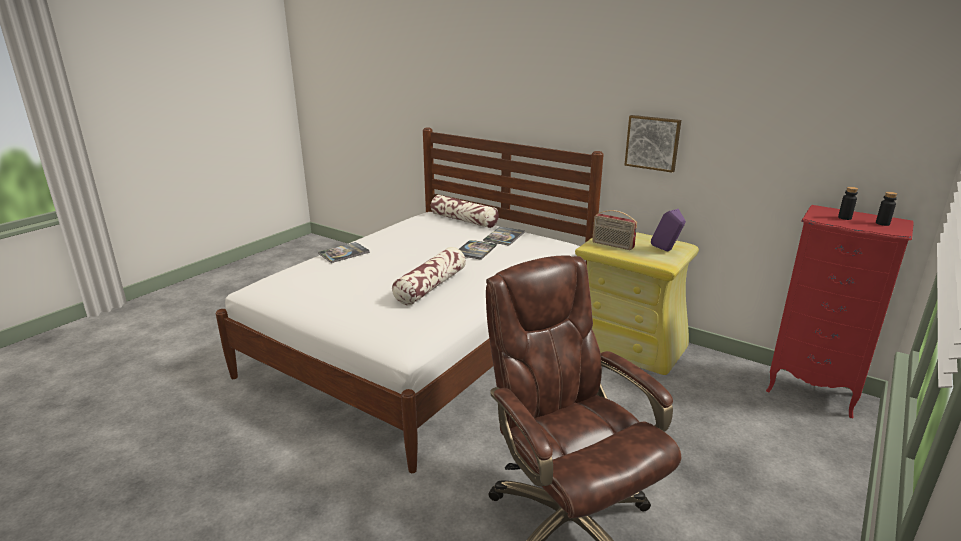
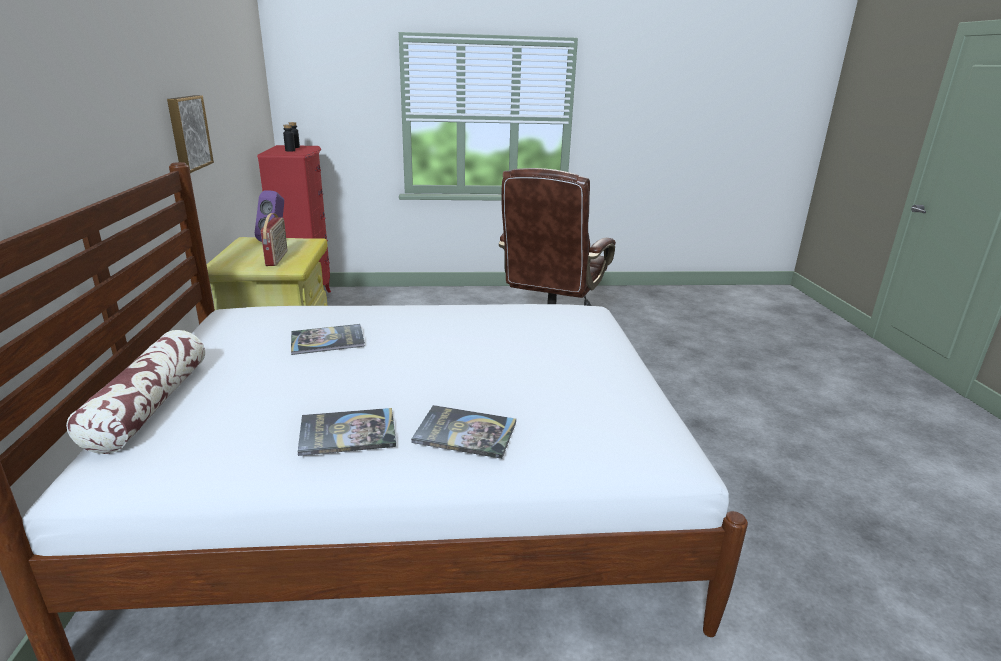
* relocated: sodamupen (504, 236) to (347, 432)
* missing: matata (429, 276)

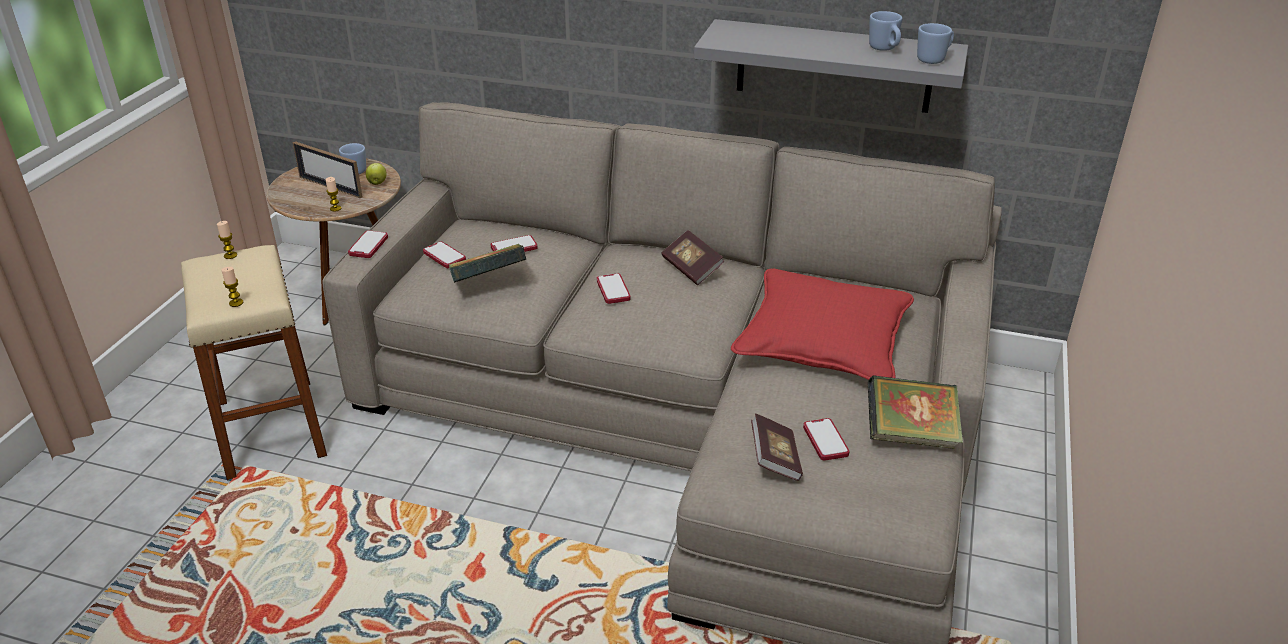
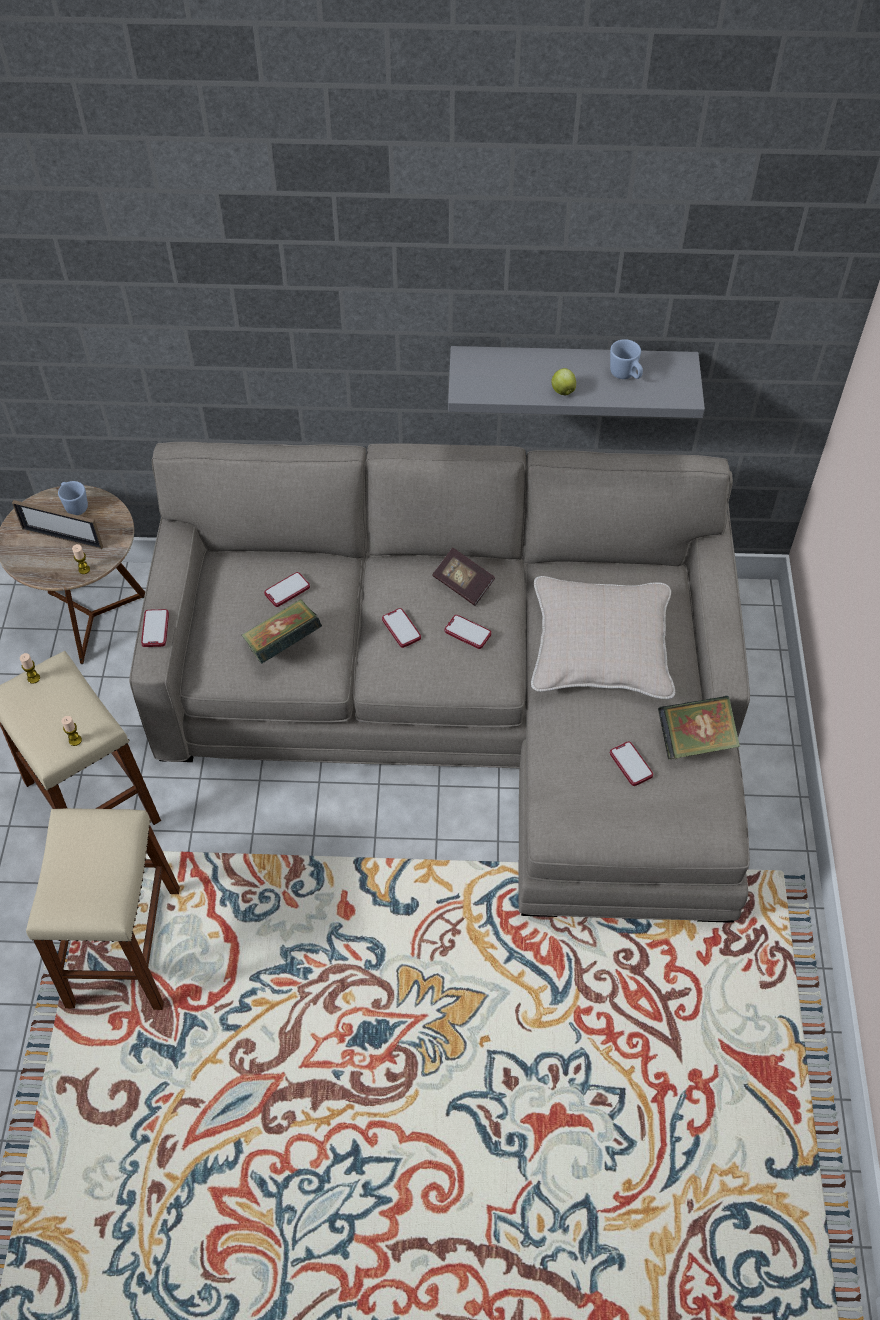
* appeared: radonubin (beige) (103, 909)
* relocated: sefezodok (444, 255) to (468, 632)
* colour: matata (red) (822, 324) to matata (beige) (603, 637)
* relocated: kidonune (376, 174) to (563, 381)
* missing: sodamupen (777, 447)
* missing: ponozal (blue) (935, 43)

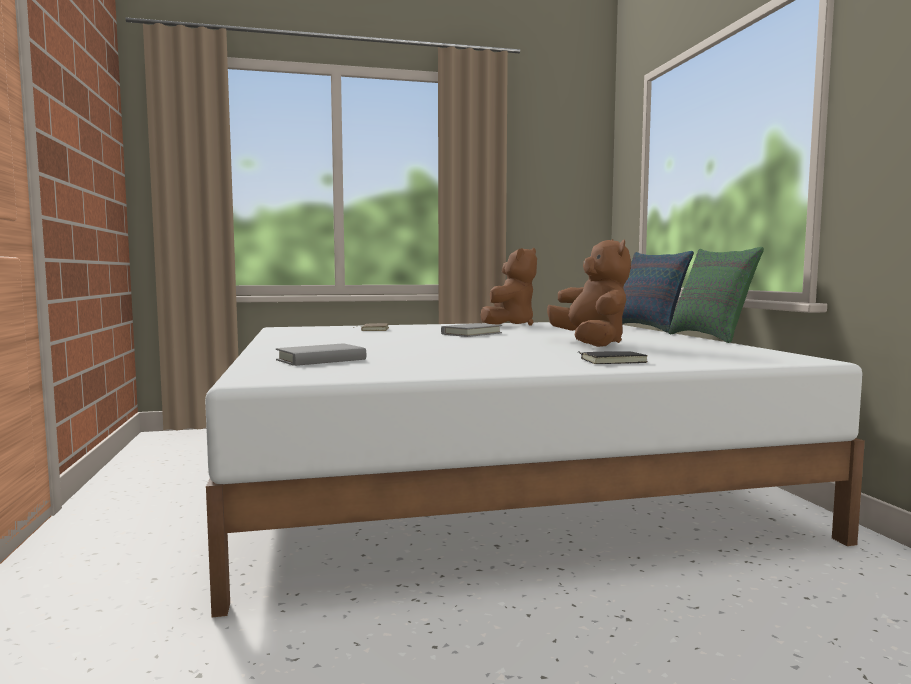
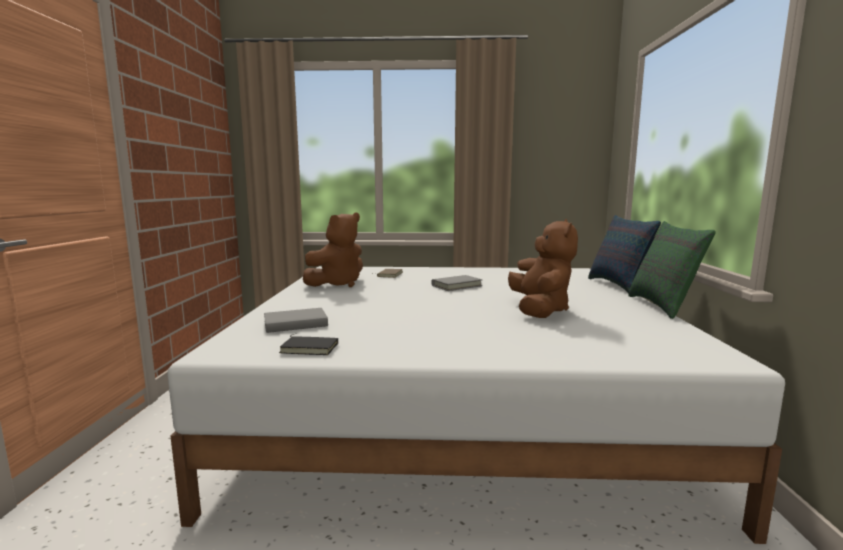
* relocated: sodamupen (black) (612, 357) to (308, 344)
* relocated: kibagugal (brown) (508, 287) to (333, 249)

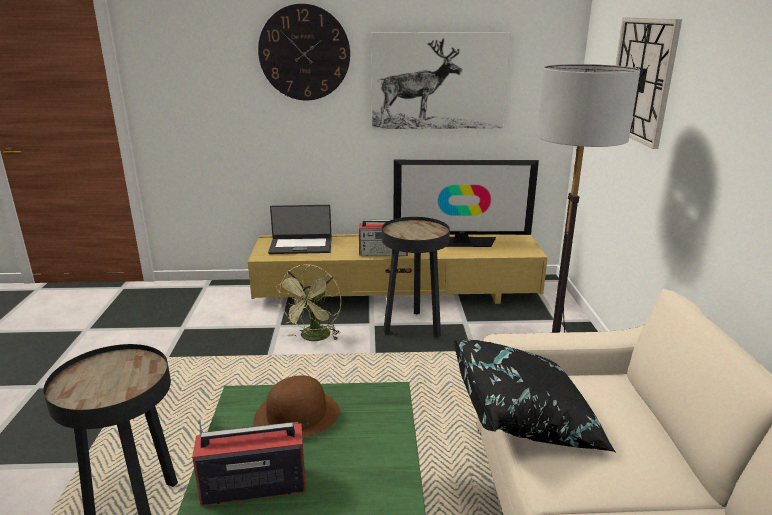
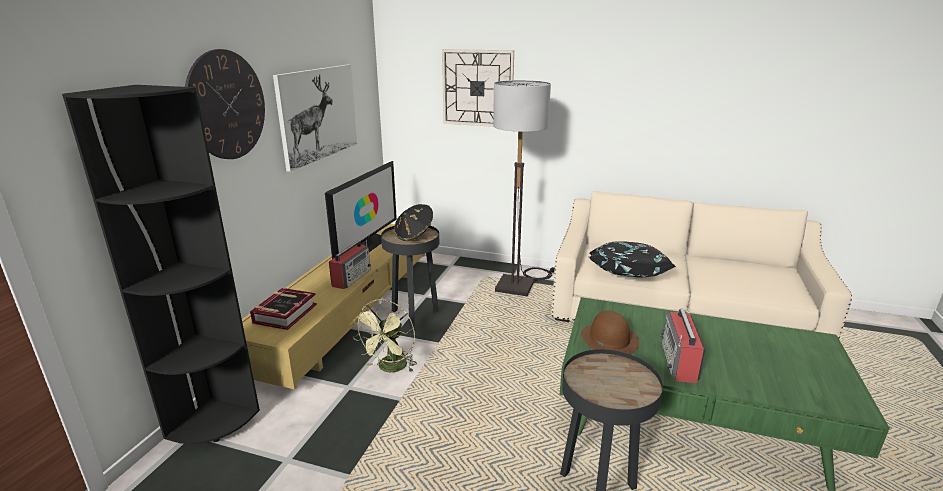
* appeared: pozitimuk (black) (161, 264)
* exchanged: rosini (300, 229) to sodamupen (283, 309)
* spun: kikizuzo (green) (308, 302) = (384, 336) 75 degrees clockwise
* appeared: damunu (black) (413, 222)

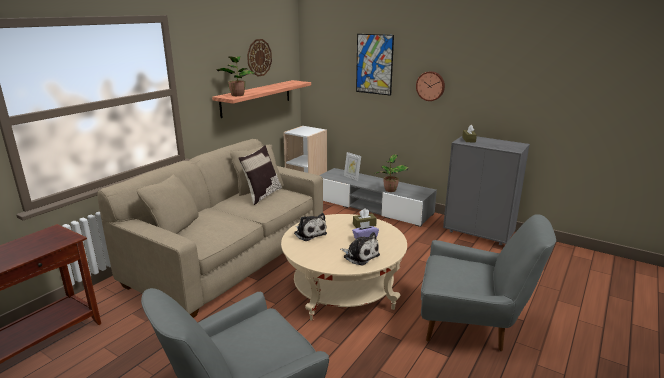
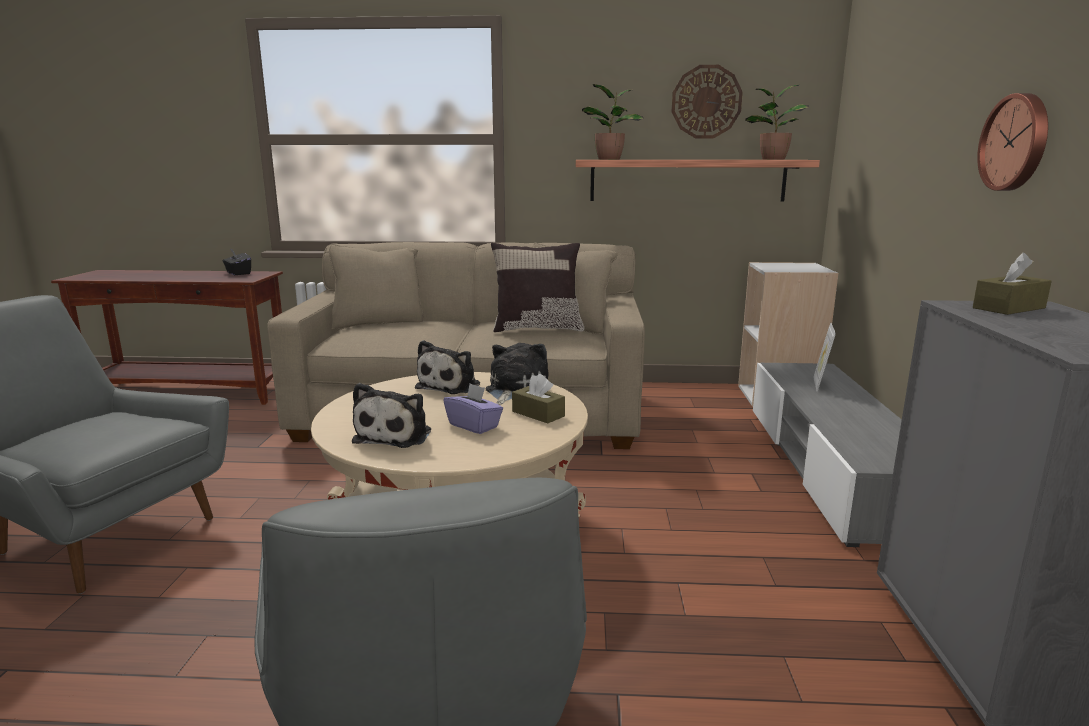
* appeared: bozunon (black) (237, 261)
* appeared: kibagugal (517, 374)
* relocated: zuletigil (391, 173) to (777, 122)
* missing: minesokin (375, 65)

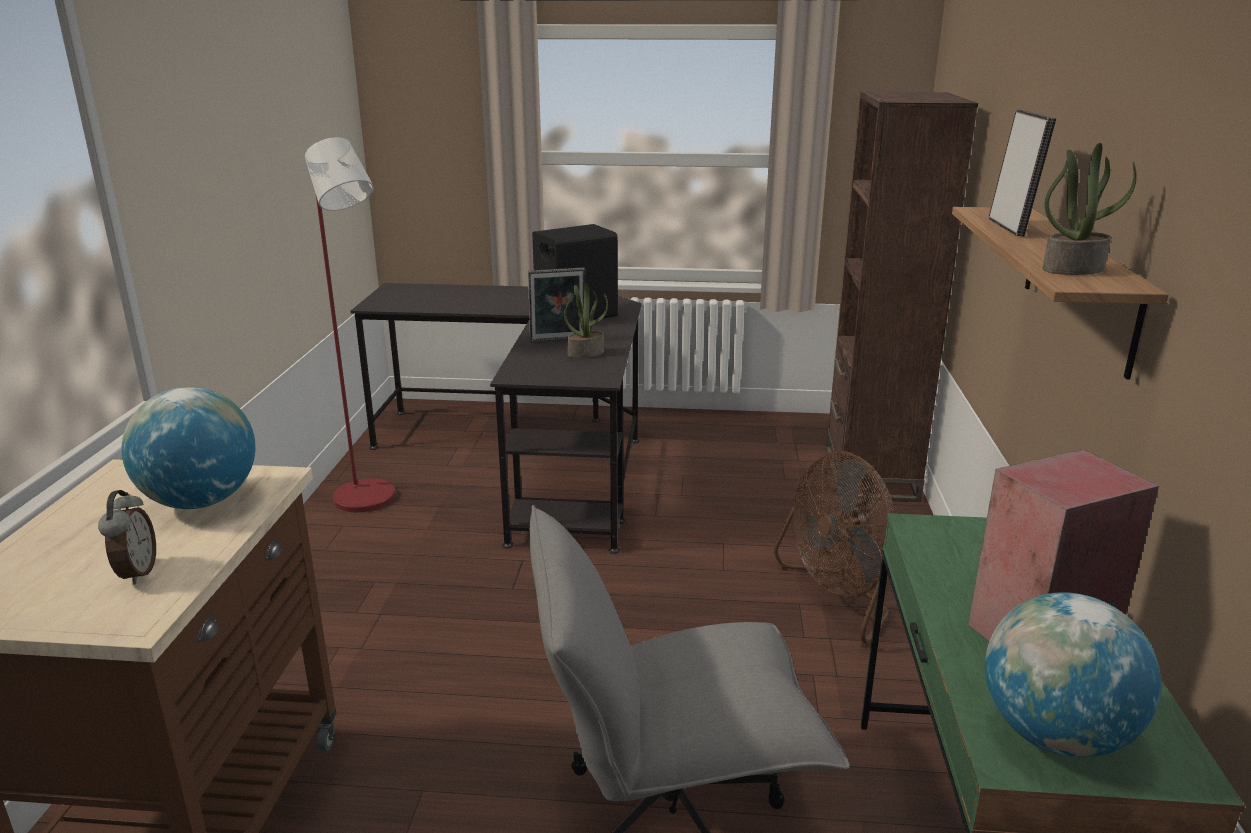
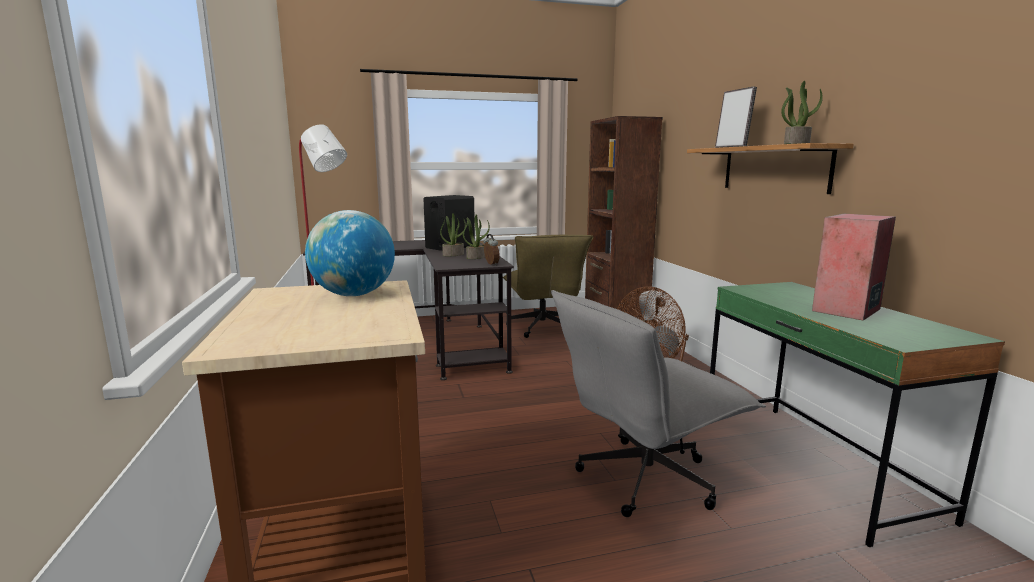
* exchanged: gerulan (556, 304) to zuletigil (453, 234)
* relocated: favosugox (127, 537) to (491, 249)
* appeared: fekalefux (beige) (548, 286)
* missing: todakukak (1073, 675)

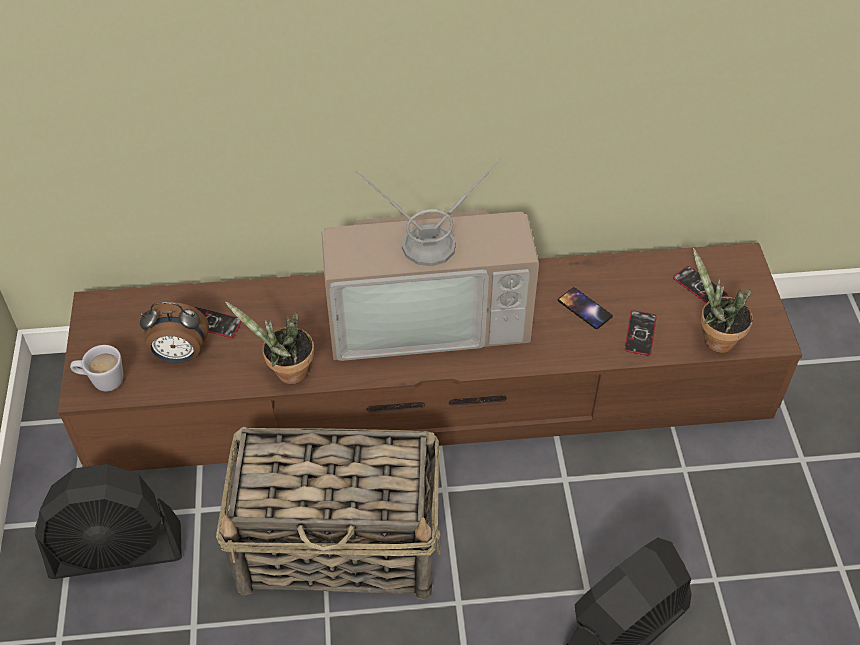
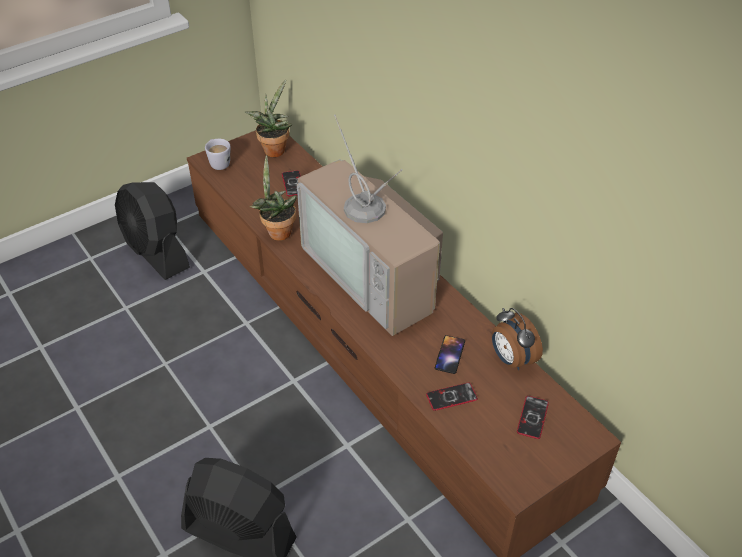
* relocated: zuletigil (723, 300) to (268, 118)
* relocated: favosugox (174, 332) to (517, 339)
* missing: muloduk (328, 513)

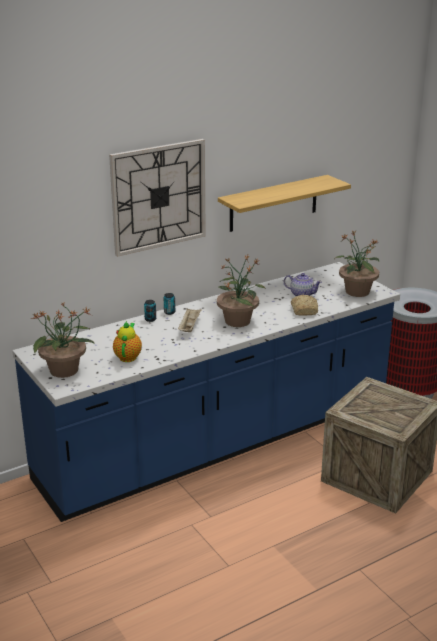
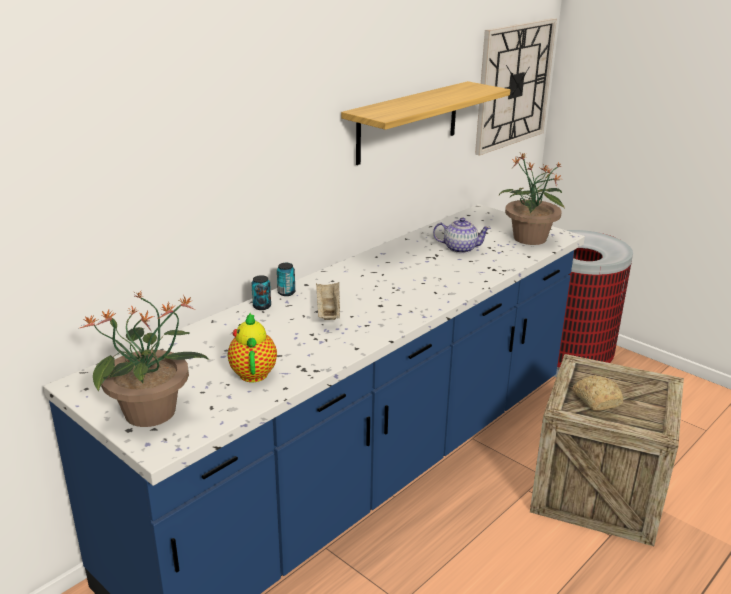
* relocated: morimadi (157, 198) to (516, 87)
* relocated: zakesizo (304, 305) to (598, 393)
* missing: zuletigil (241, 291)

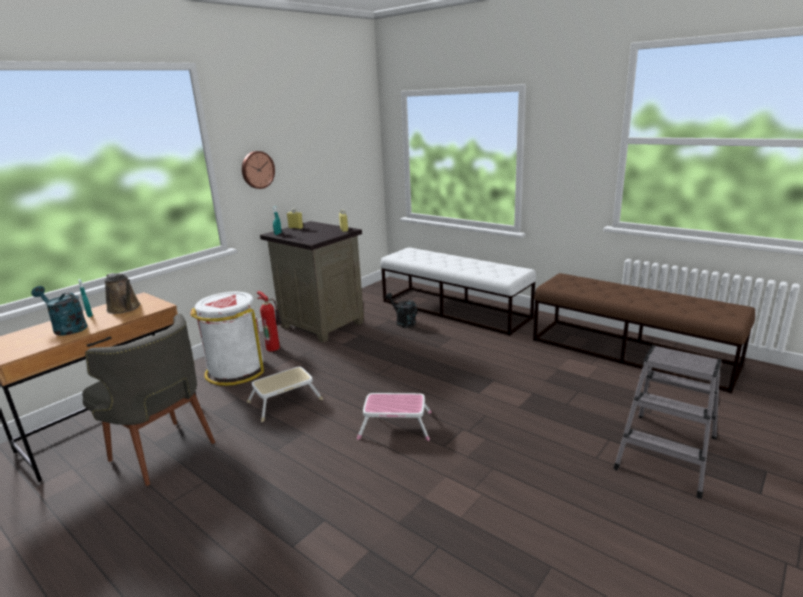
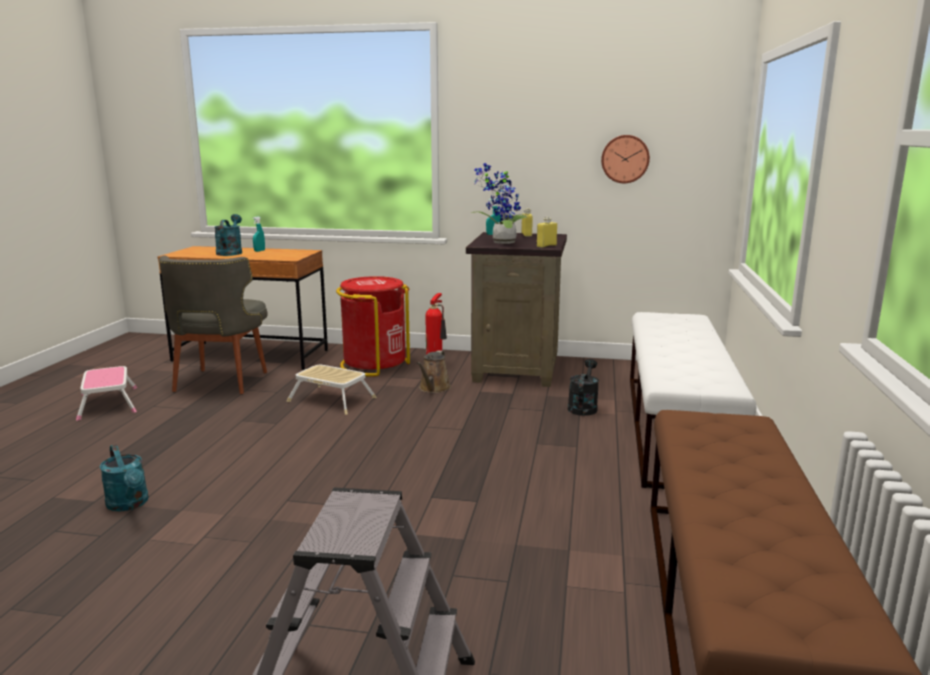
* relocated: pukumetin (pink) (394, 417) to (106, 393)
* appeared: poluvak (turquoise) (124, 478)
* colour: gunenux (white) (227, 339) to gunenux (red) (373, 326)
* relocated: poluvak (brown) (122, 293) to (434, 371)
* appeared: zuletigil (499, 203)
* relocated: morimadi (258, 170) to (625, 159)

